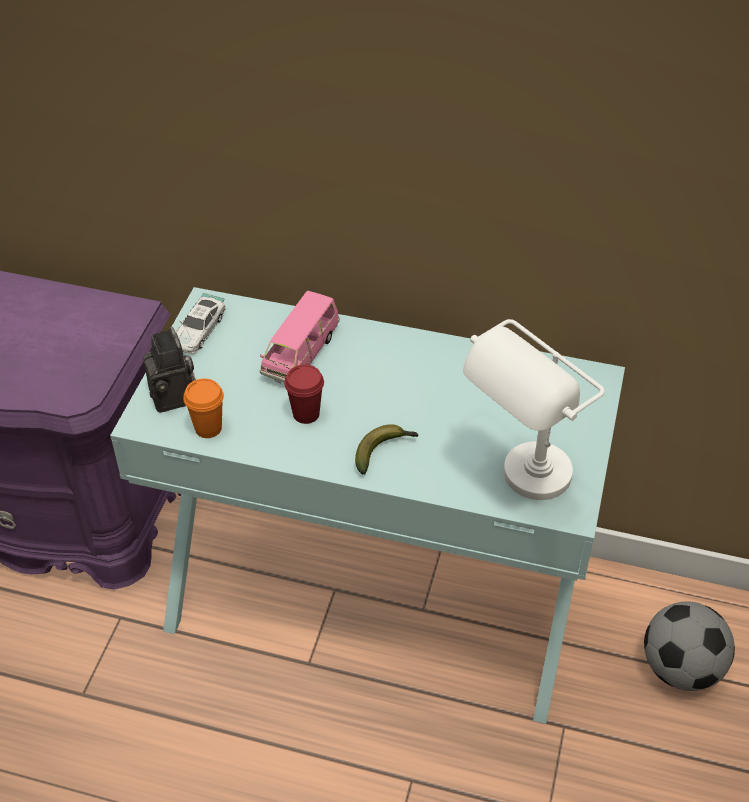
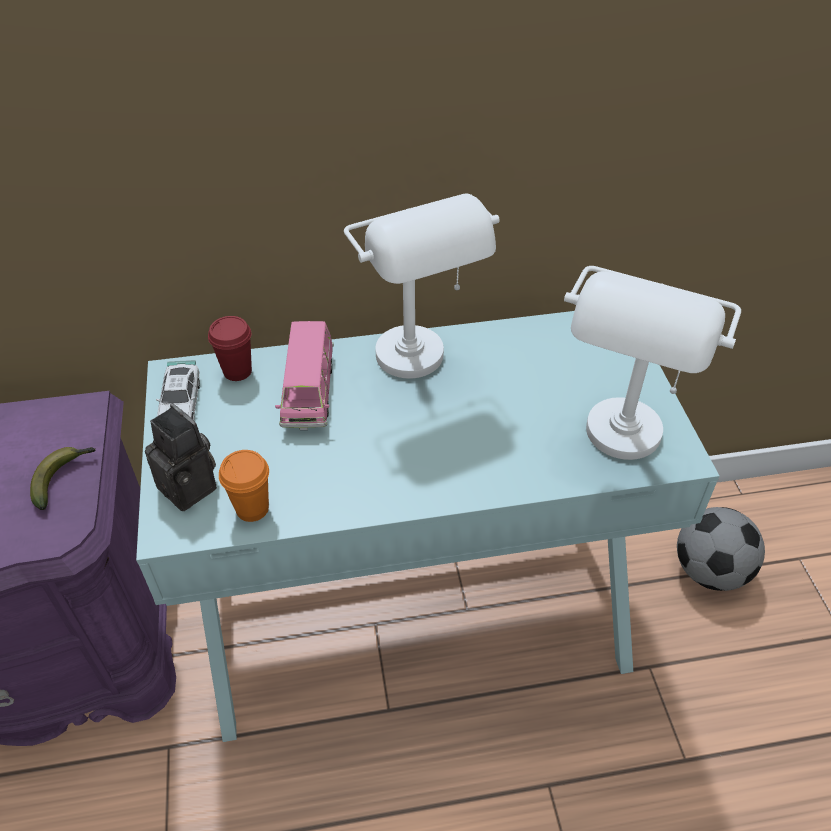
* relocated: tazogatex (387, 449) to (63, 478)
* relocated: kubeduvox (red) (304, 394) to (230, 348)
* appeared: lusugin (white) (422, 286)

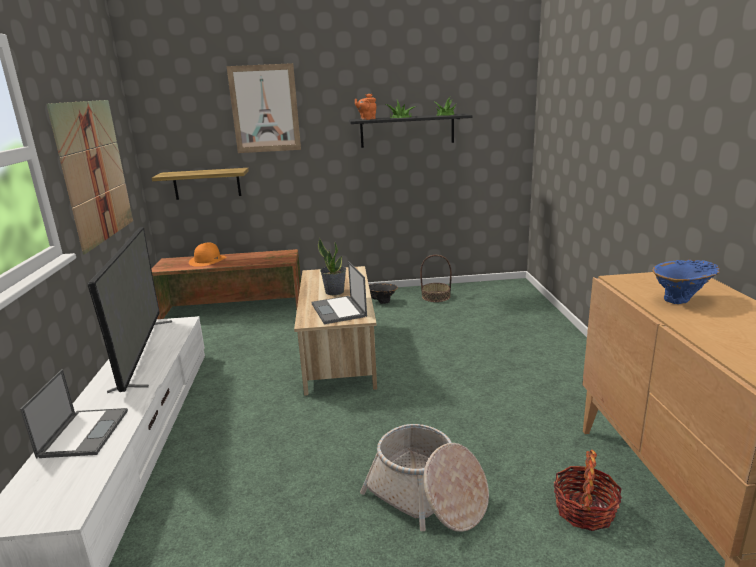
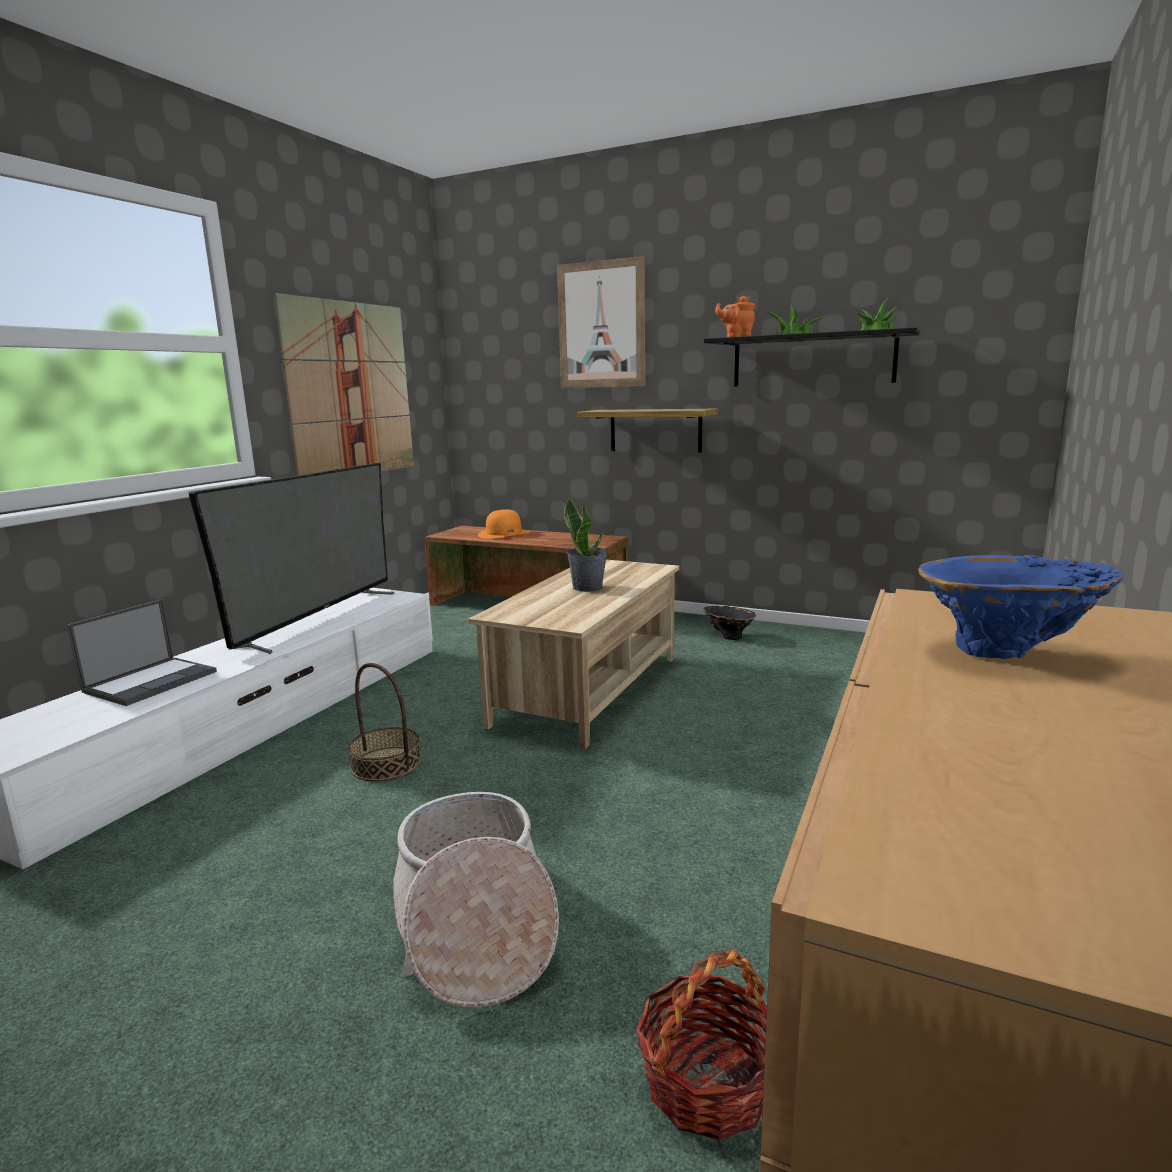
* relocated: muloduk (436, 278) to (384, 722)
* relocated: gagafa (200, 184) to (647, 430)
* missing: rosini (339, 292)

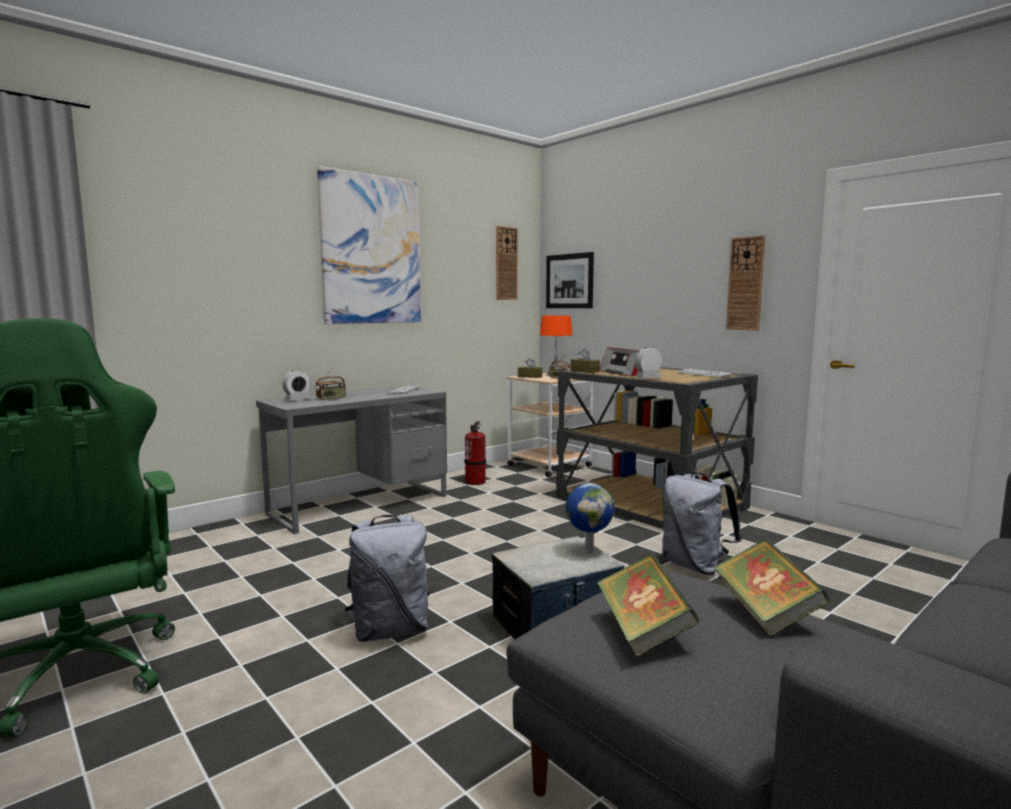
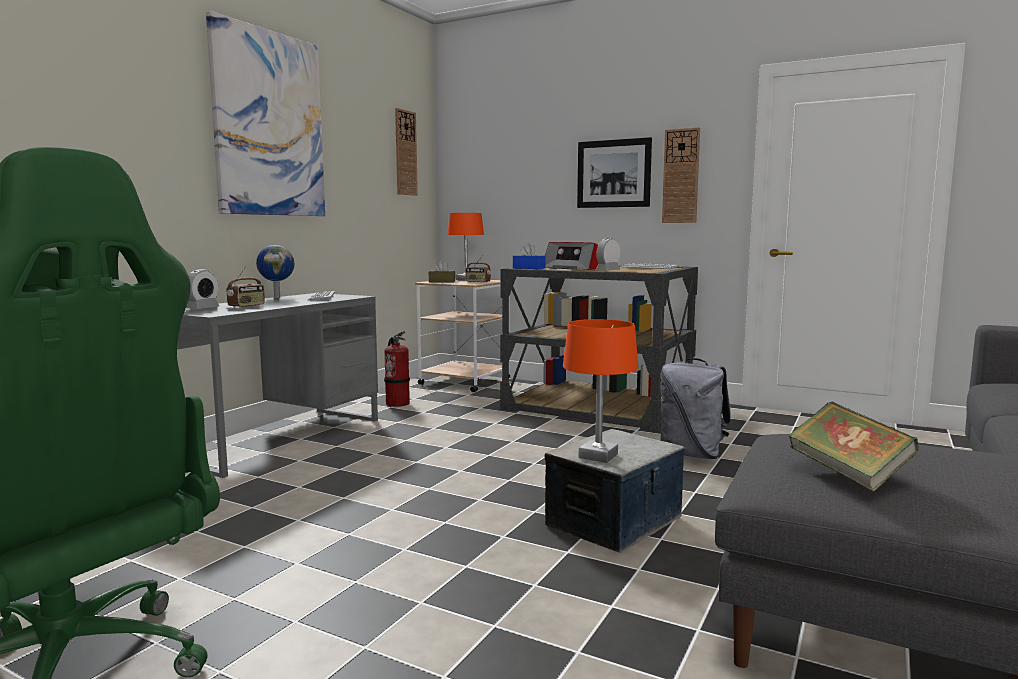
* relocated: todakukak (589, 518) to (275, 271)
* colour: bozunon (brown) (585, 360) to bozunon (blue) (529, 256)
* appeared: lusugin (orange) (600, 391)
* relocated: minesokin (570, 280) to (614, 172)
* missing: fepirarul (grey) (387, 578)
* missing: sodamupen (771, 587)

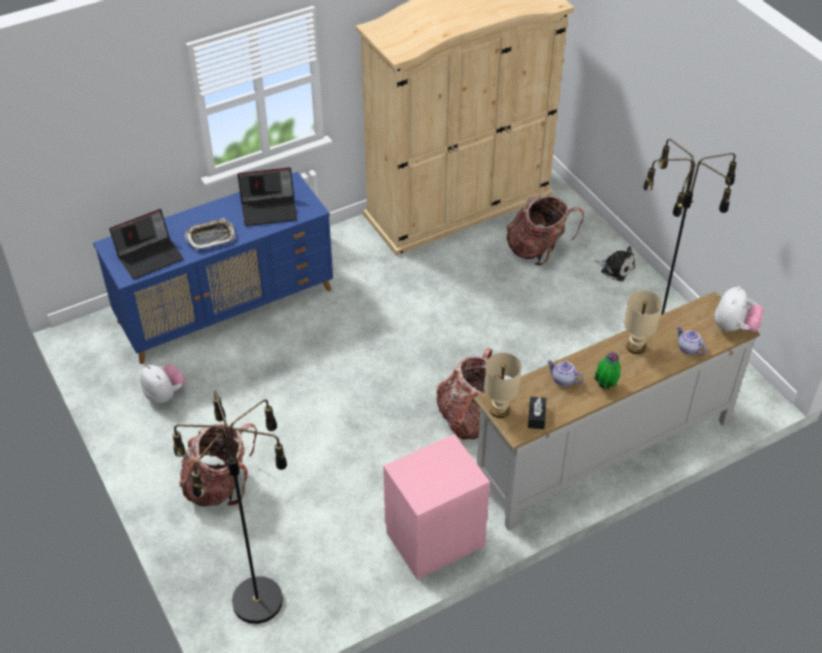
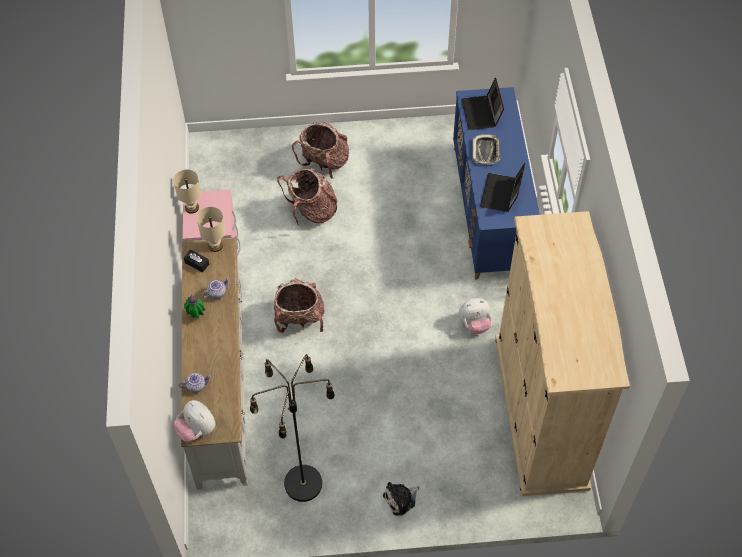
* relocated: lusugin (beige) (643, 322) to (187, 192)
* relocated: fepirarul (545, 230) to (307, 198)
* relocated: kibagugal (162, 384) to (475, 316)
* missing: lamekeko (230, 507)

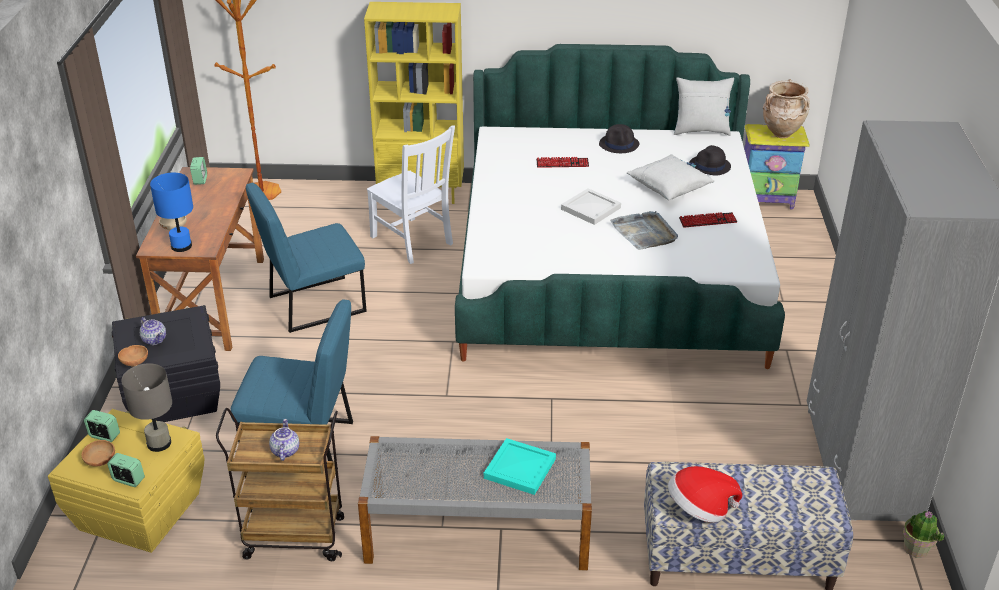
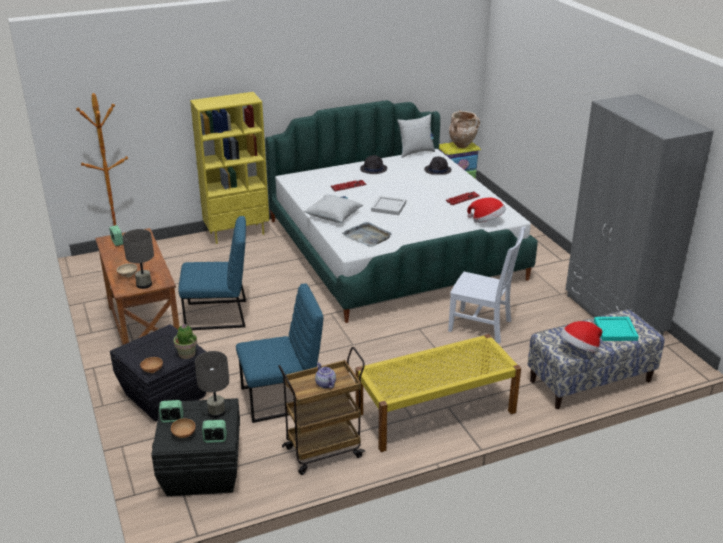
* colour: lusugin (blue) (171, 212) to lusugin (grey) (138, 259)
* colour: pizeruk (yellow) (126, 481) to pizeruk (black) (195, 447)
* relocated: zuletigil (923, 534) to (185, 341)
* spun: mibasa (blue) (306, 258) = (212, 273) 135 degrees counterclockwise
* relocated: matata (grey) (670, 177) to (333, 208)
* relocated: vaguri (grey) (644, 230) to (367, 234)
* colour: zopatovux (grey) (475, 503) to zopatovux (yellow) (438, 393)
* relocated: mibasa (white) (411, 194) to (487, 285)
* appeared: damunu (486, 210)
* relocated: vaguri (turquoise) (520, 466) to (616, 329)
* missing: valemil (153, 331)

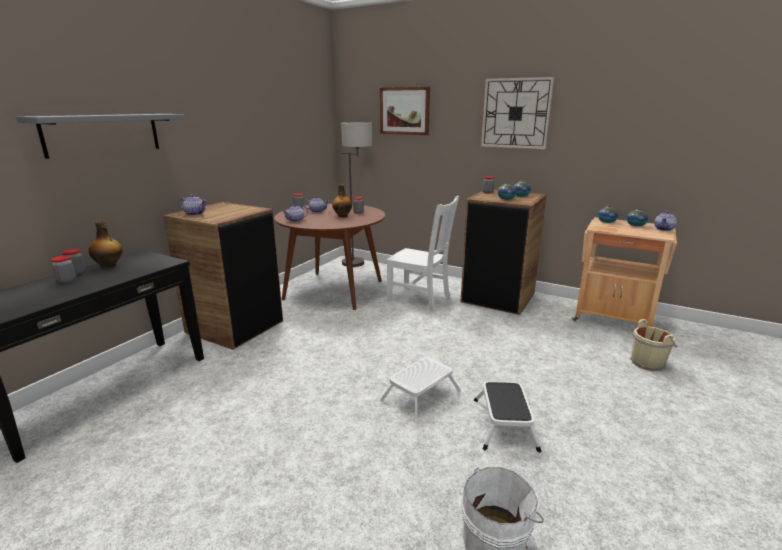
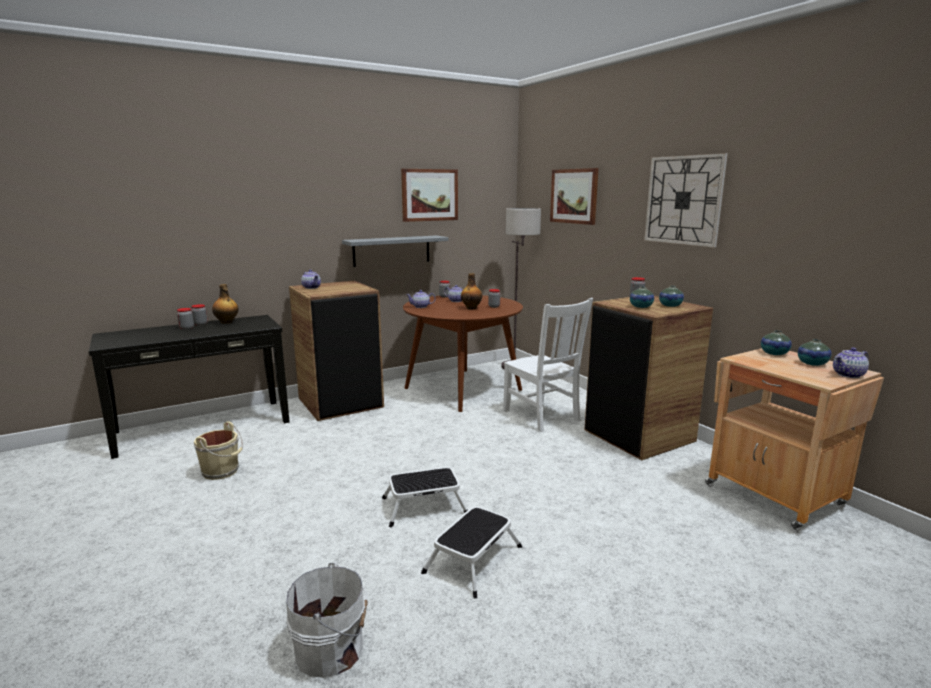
* relocated: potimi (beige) (654, 345) to (218, 451)
* relocated: gagafa (grey) (100, 136) to (395, 251)
* colour: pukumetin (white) (420, 390) to pukumetin (black) (425, 497)
* appeared: minesokin (429, 195)

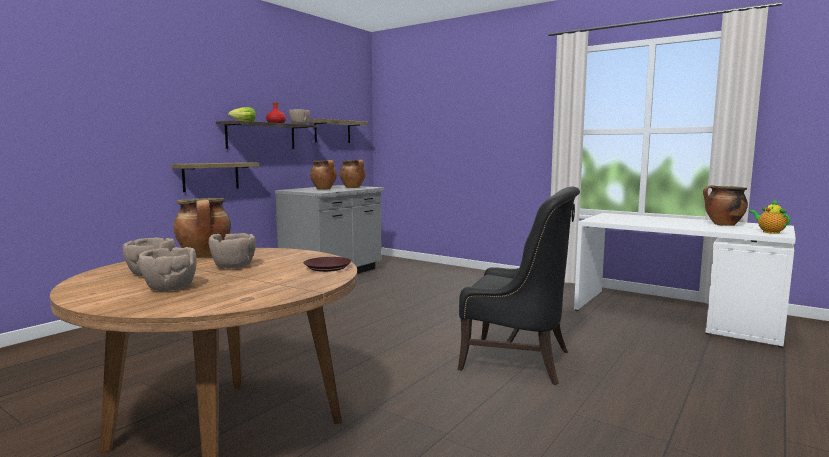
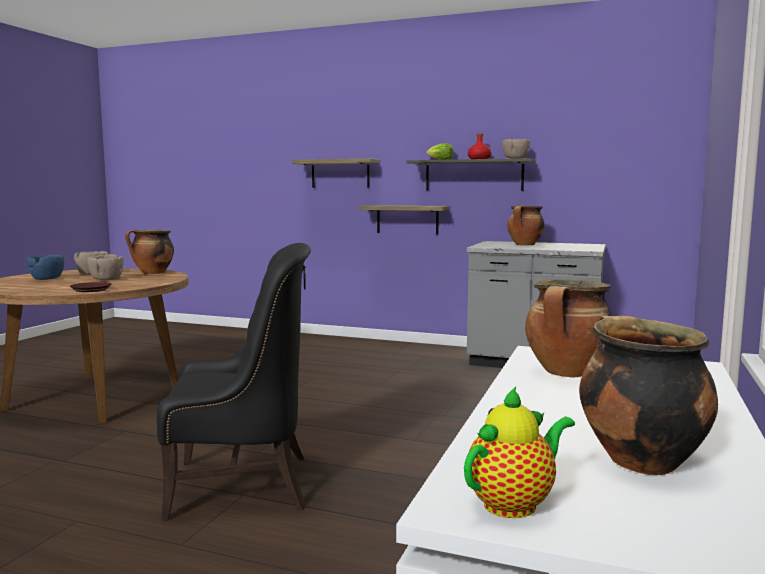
* colour: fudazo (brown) (167, 269) to fudazo (blue) (45, 267)
* spun: mibasa (black) (519, 286) = (234, 382) 105 degrees counterclockwise
* relocated: gagafa (338, 131) to (335, 173)
* relocated: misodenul (353, 173) to (568, 328)

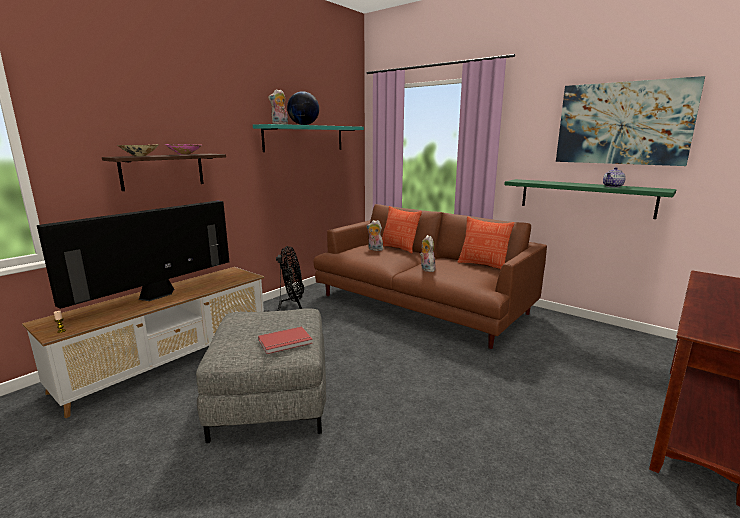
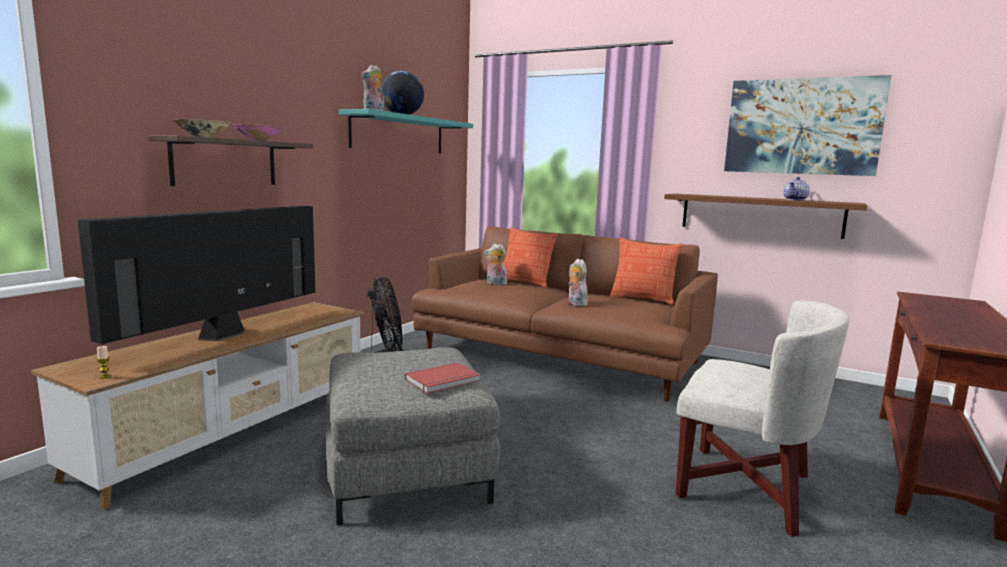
* colour: gagafa (green) (590, 199) to gagafa (brown) (765, 216)
* appeared: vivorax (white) (762, 418)

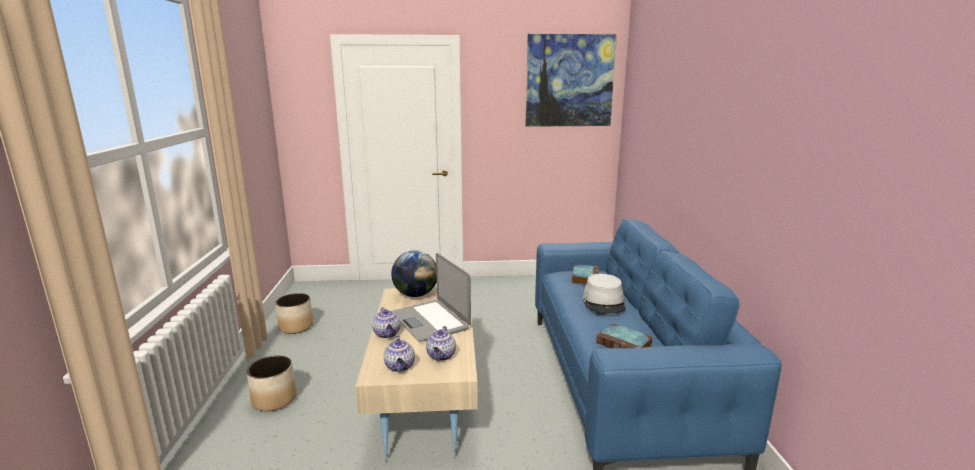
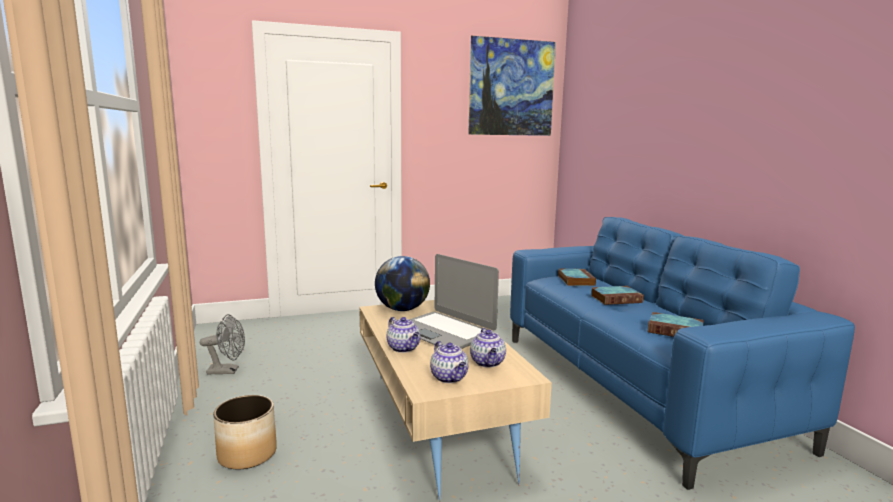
* exchanged: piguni (294, 313) to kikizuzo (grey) (222, 344)
* exchanged: damunu (grey) (604, 293) to sodamupen (617, 295)

